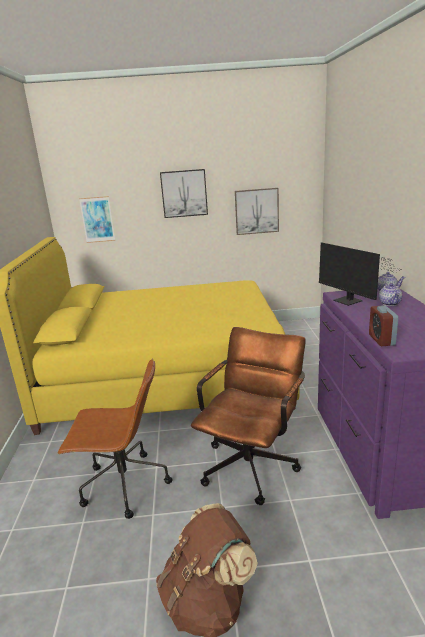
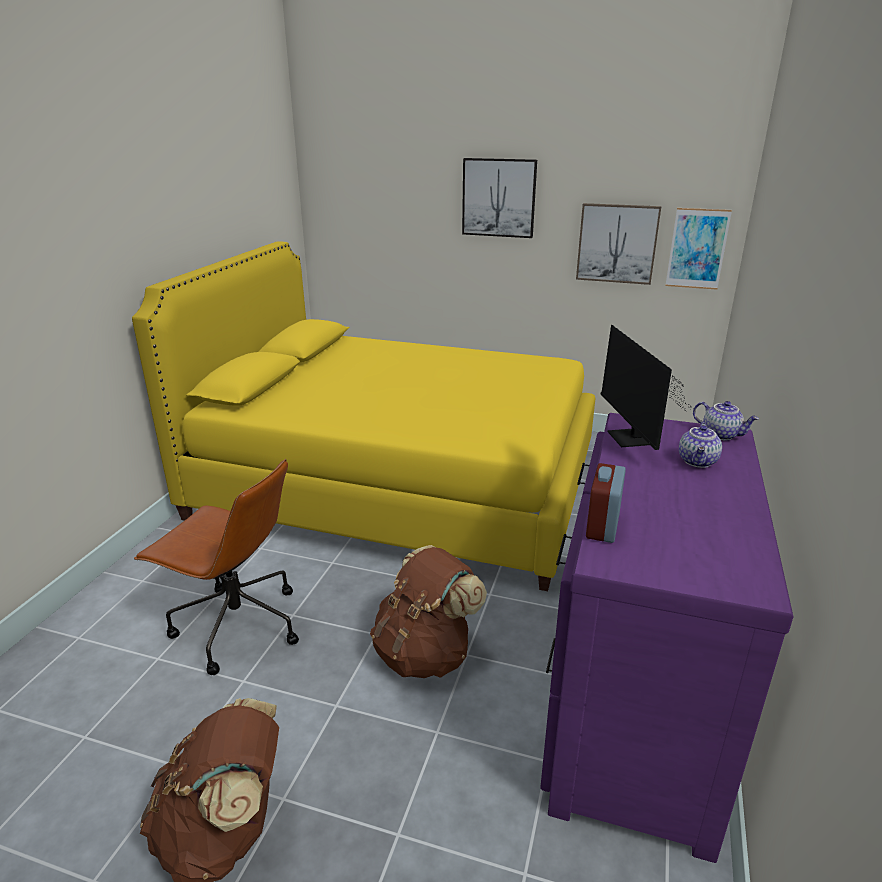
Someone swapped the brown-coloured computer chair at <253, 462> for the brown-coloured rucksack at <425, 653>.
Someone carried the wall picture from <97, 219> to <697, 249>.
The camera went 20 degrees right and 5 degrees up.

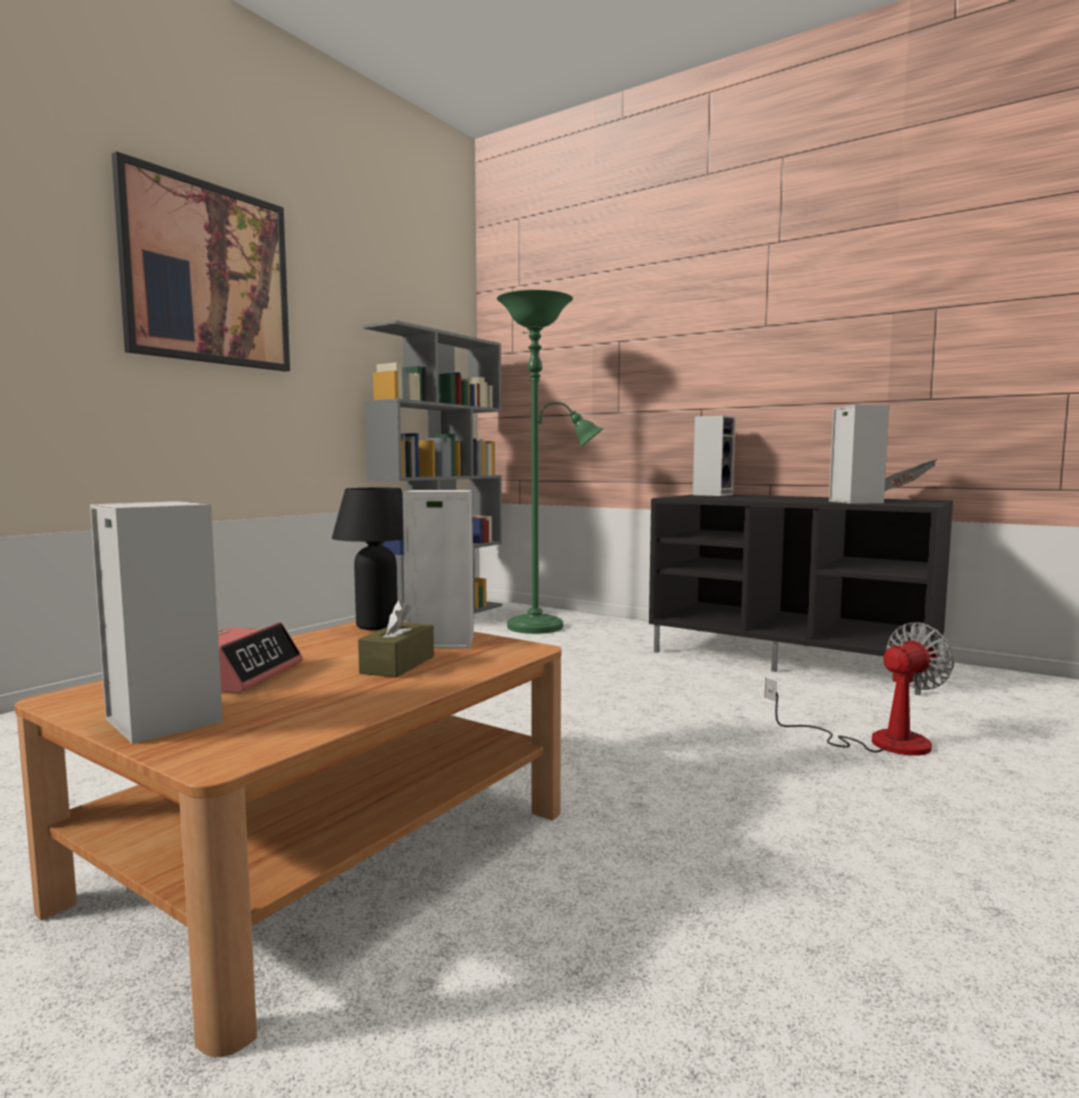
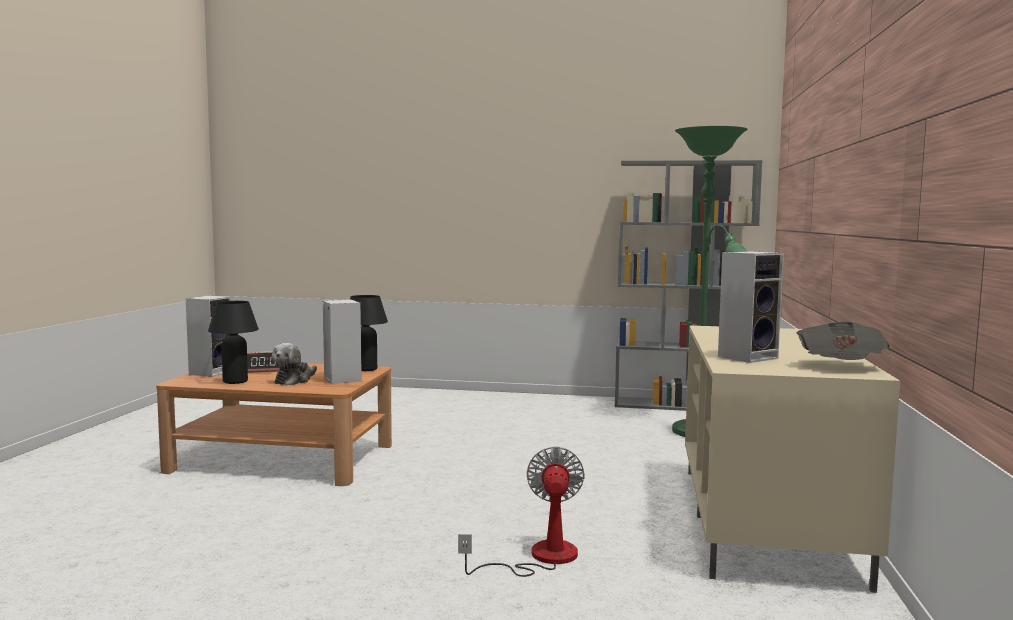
Someone put down the blackish table lamp at <235, 381>.
Someone swapped the brown-coloured tissue box at <398, 665> for the cuddly toy at <294, 380>.
Someone rotated the cooling fan at <877, 741> by 120 degrees counterclockwise.
Someone repainted the blackish tv stand at <793, 657>, which became the sand-coloured tv stand at <767, 522>.
Someone took away the wall picture at <208, 274>.
Someone took away the speaker at <712, 494>.
The camera went 65 degrees right and 0 degrees up.

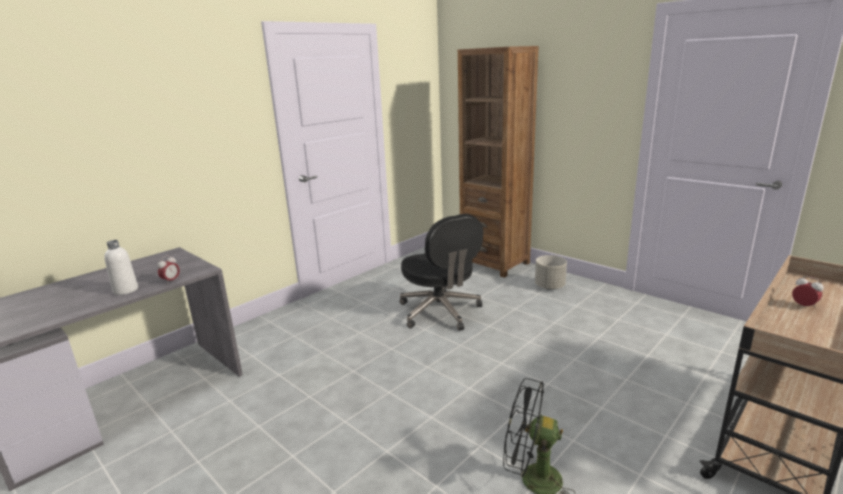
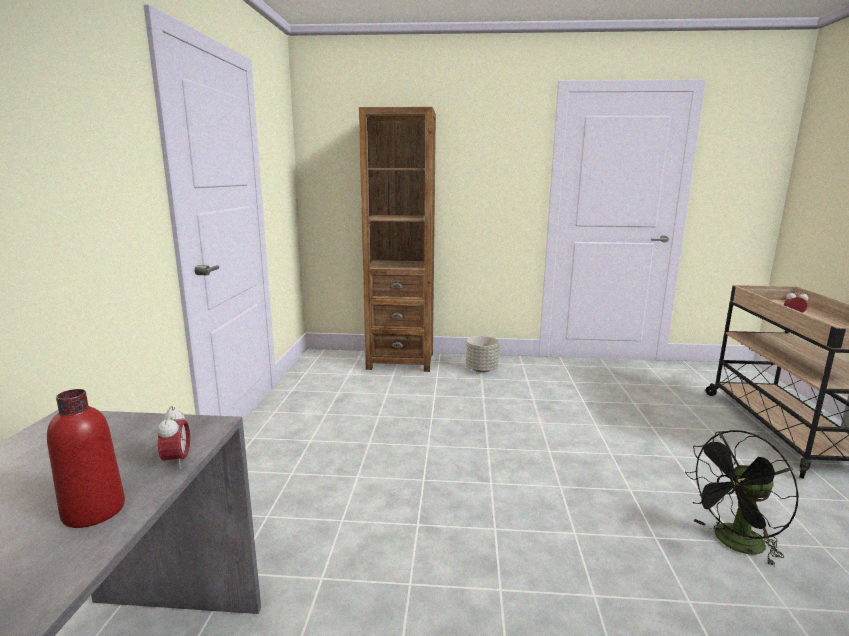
Someone repainted the white-coloured drink bottle at <125, 290>, which became the red drink bottle at <94, 511>.
Someone took away the blackish computer chair at <440, 312>.
The camera went 40 degrees left and 5 degrees down.

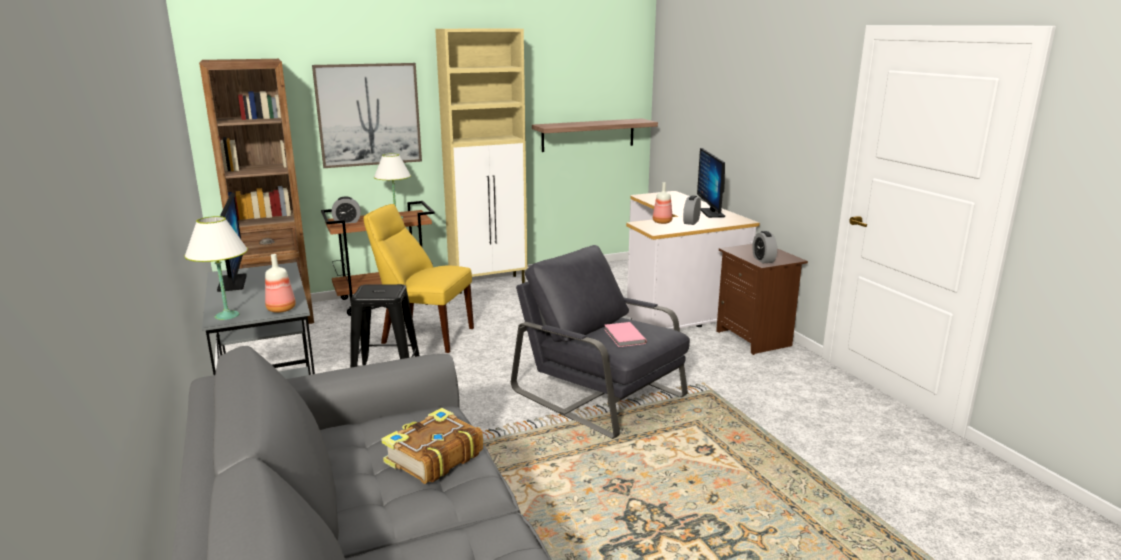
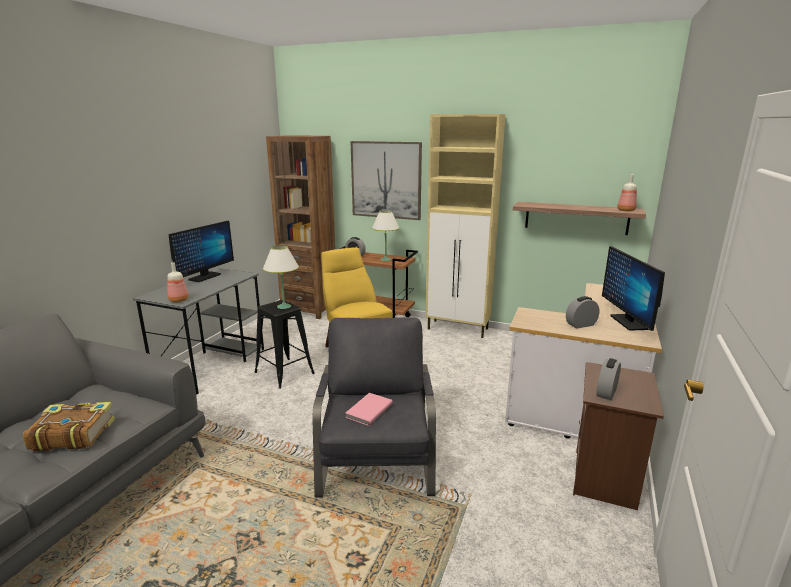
Someone carried the white-coloured table lamp from <227, 316> to <284, 306>.
Someone rotated the computer screen at <712, 213> by 45 degrees counterclockwise.
Someone carried the drink bottle from <662, 222> to <626, 210>.
The camera went 45 degrees right and 0 degrees up.

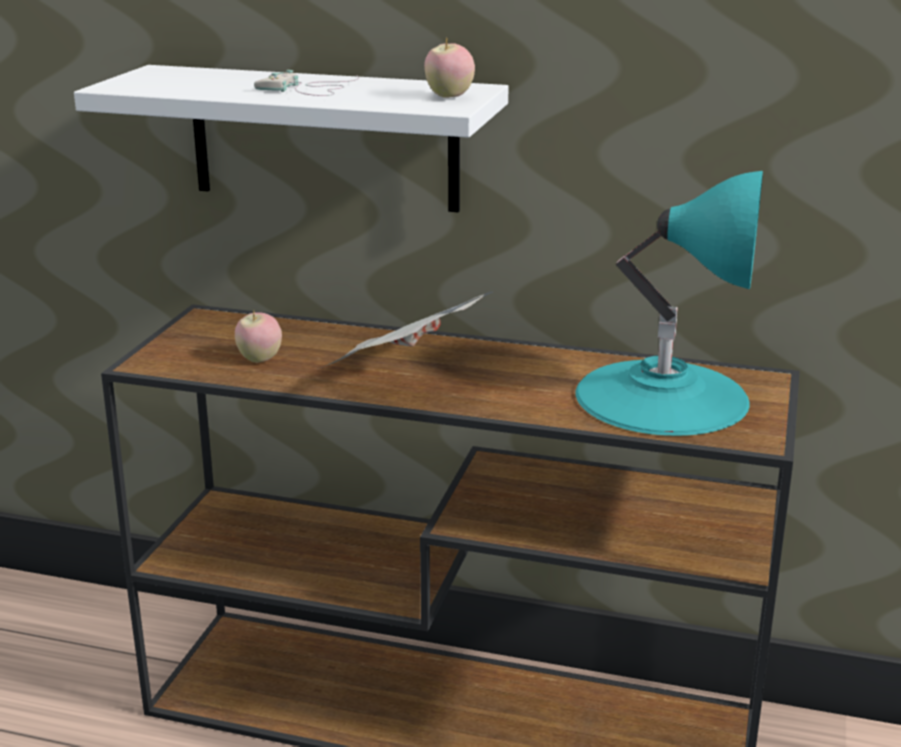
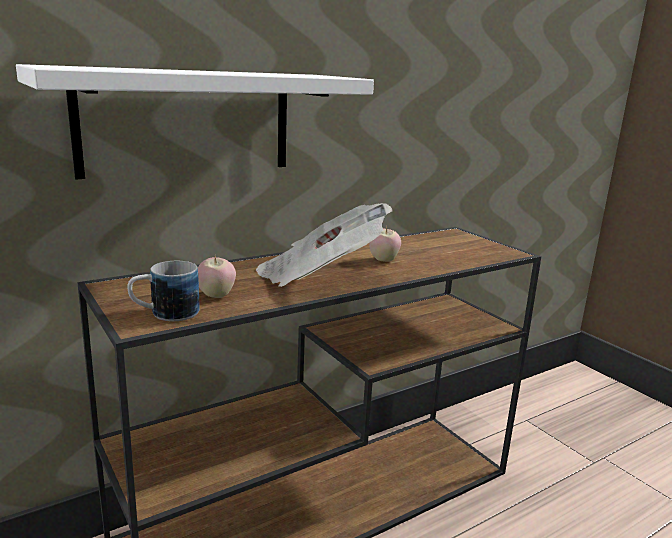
Someone put down the mug at <165, 314>.
Someone carried the apple fruit from <449, 97> to <383, 260>.
Someone took away the white-coloured gamepad at <308, 91>.
Someone took away the blue-green table lamp at <662, 396>.
The camera went 50 degrees left and 5 degrees down.

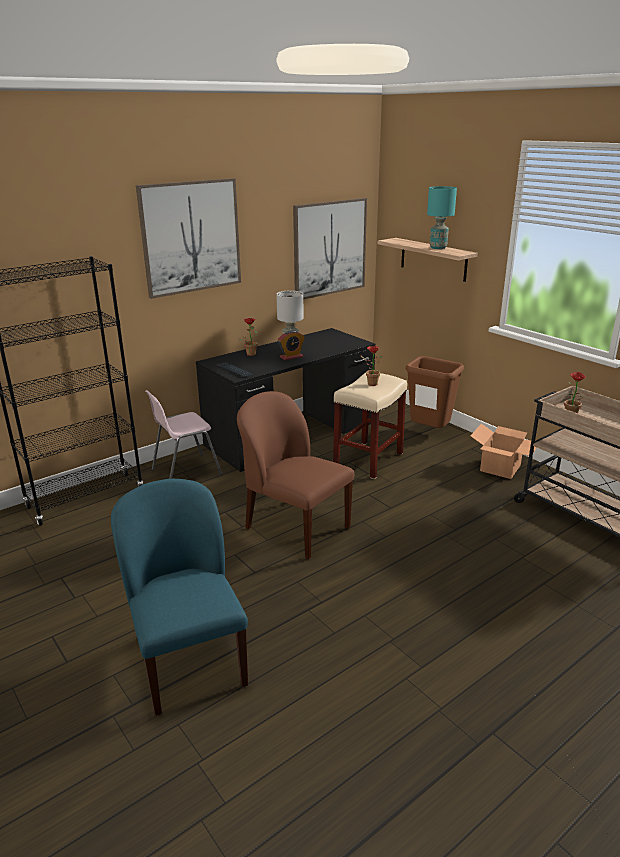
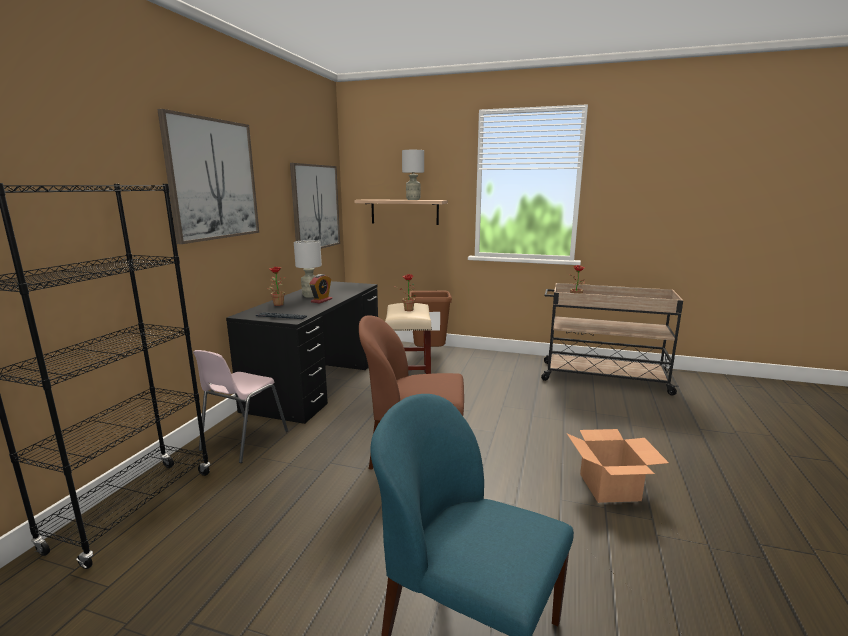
Someone repainted the blue-green table lamp at <438, 248>, which became the grey table lamp at <413, 199>.
Someone carried the cardboard box from <500, 467> to <608, 486>.
The camera went 35 degrees left and 10 degrees down.

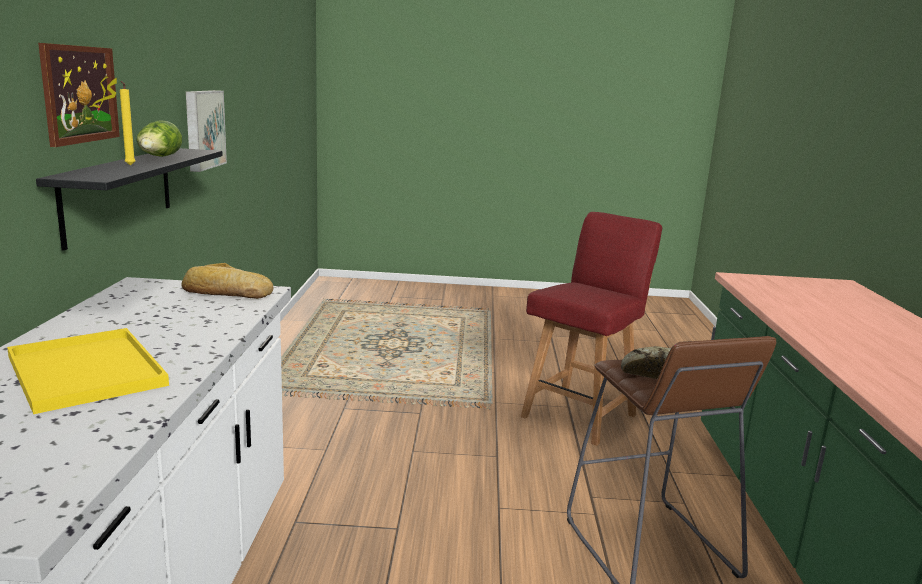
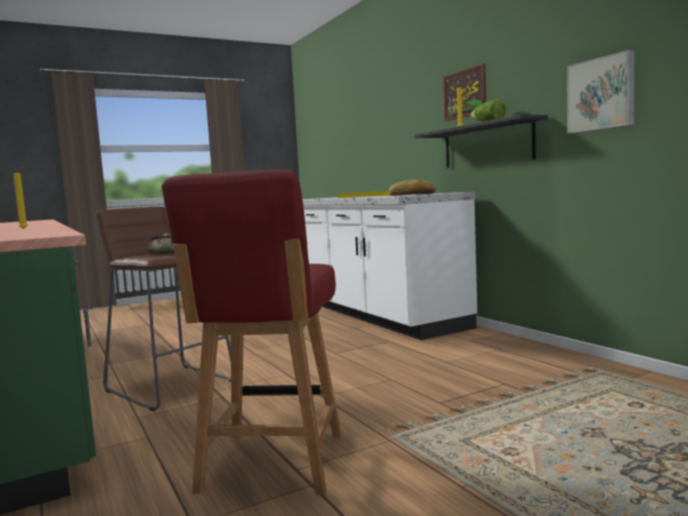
Someone put down the yellow-coloured wax candle at <25, 229>.
The camera went 150 degrees right and 10 degrees down.

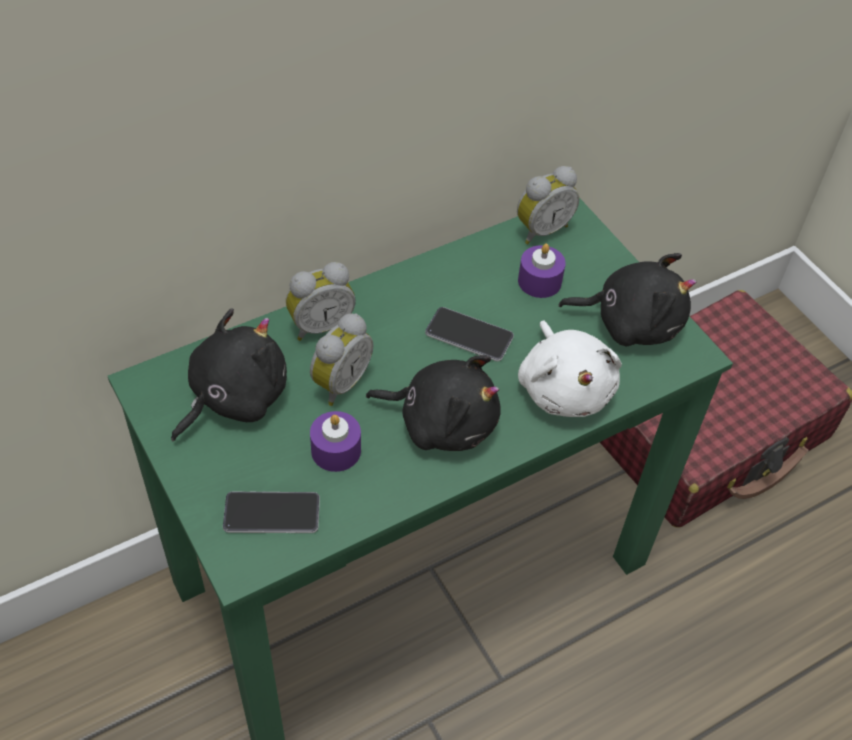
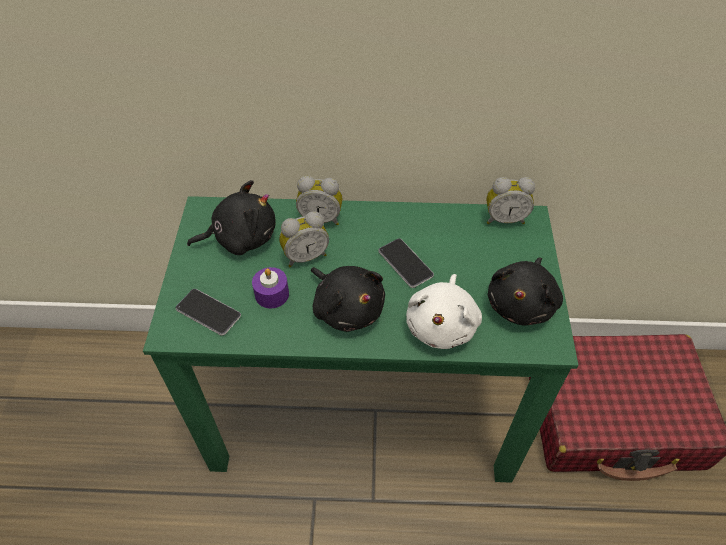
Someone rotated the blackish cuddly toy at <630, 322> by 75 degrees clockwise.
Someone took away the purple-coloured wax candle at <539, 281>.
The camera went 35 degrees right and 0 degrees up.

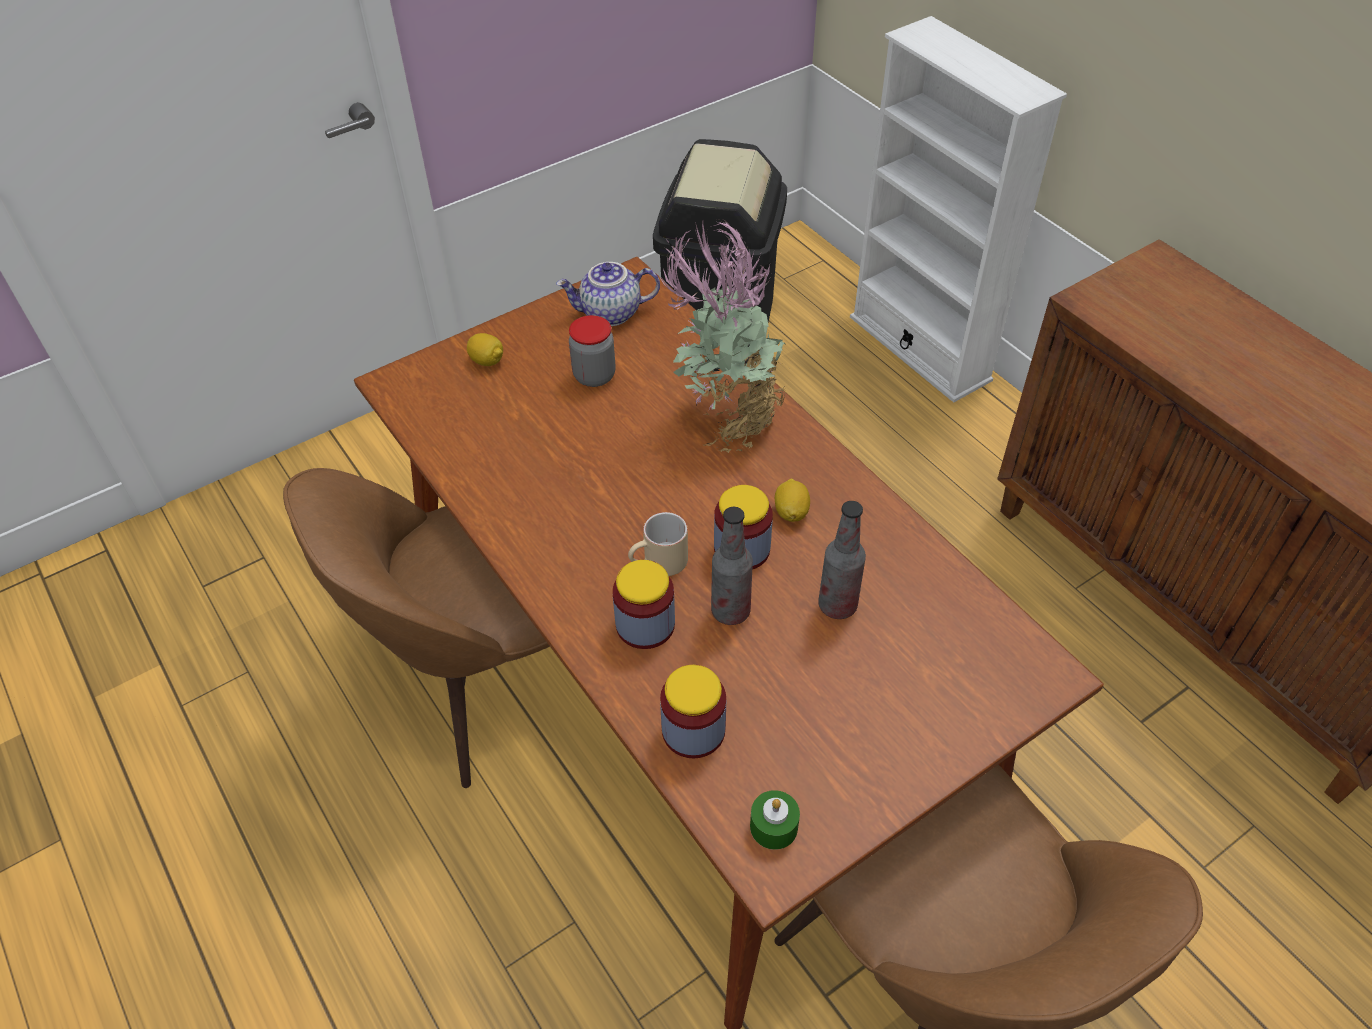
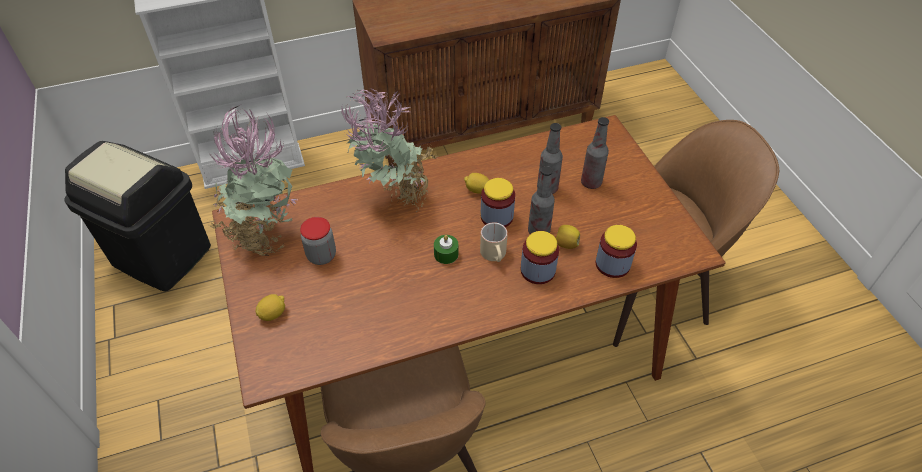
Someone swapped the tea pot at <610, 314> for the potted plant at <265, 236>.
Someone carried the green-coloured wax candle from <773, 826> to <446, 254>.
Someone put down the lemon at <566, 244>.
Someone put down the drink bottle at <591, 182>.
The camera went 75 degrees left and 0 degrees up.

